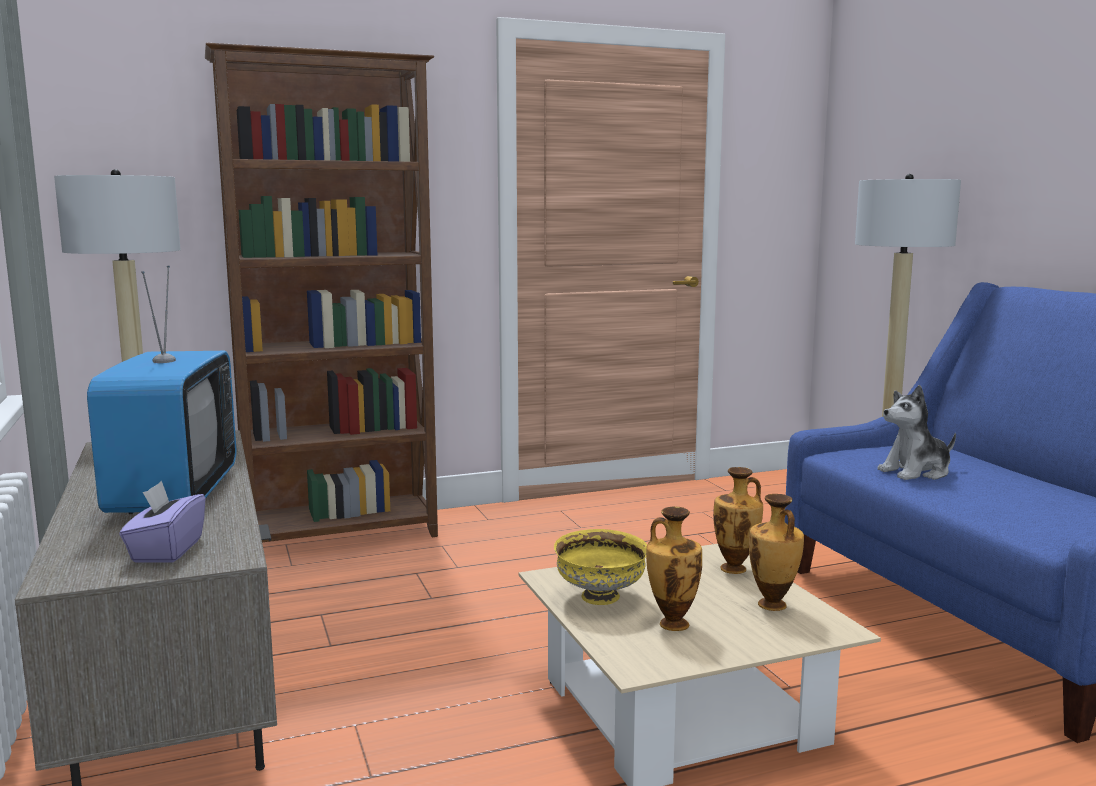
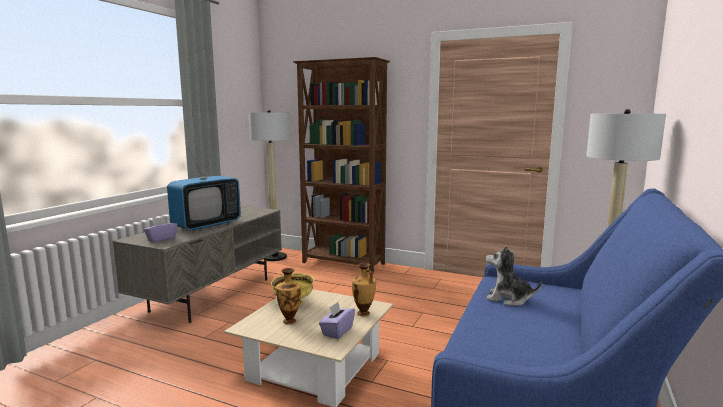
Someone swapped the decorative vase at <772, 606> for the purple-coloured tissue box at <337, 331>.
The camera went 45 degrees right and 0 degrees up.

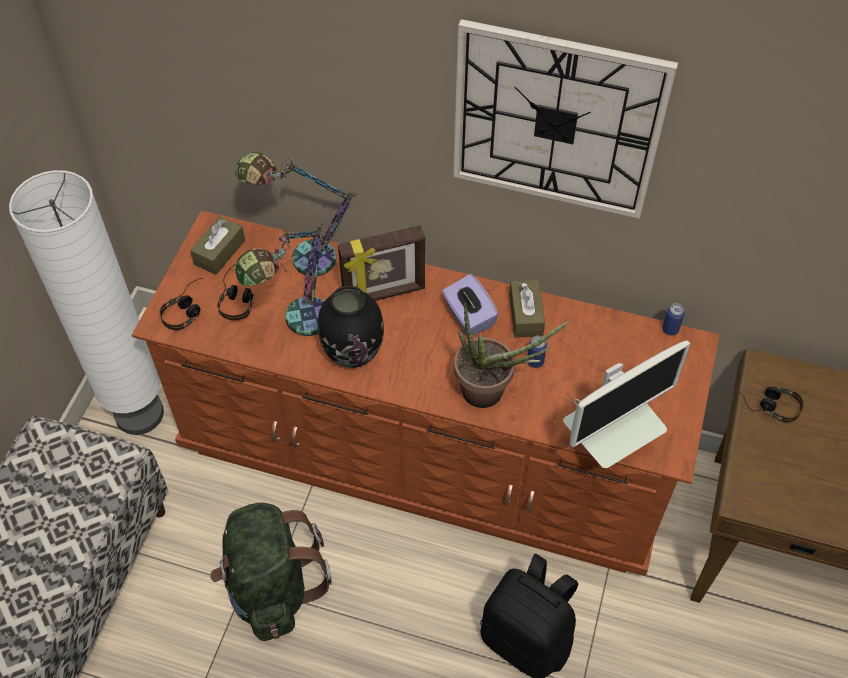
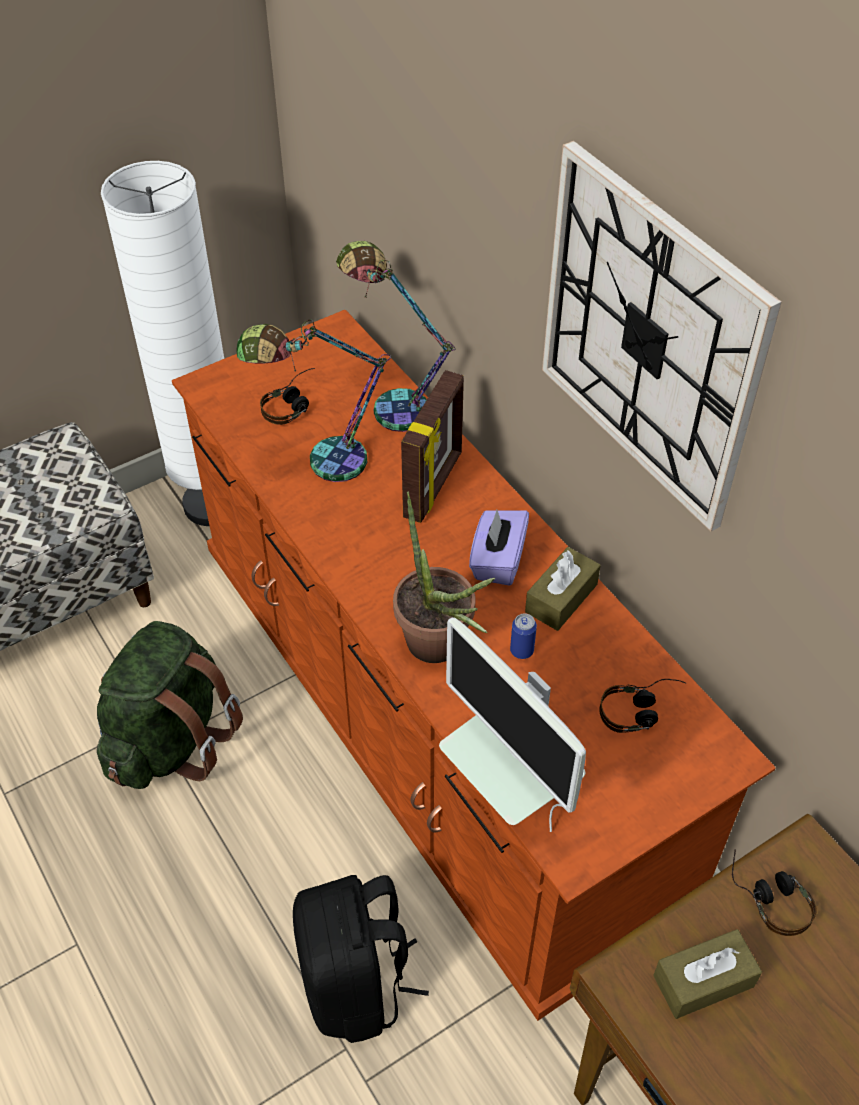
Someone rotated the photo frame at <384, 294> by 90 degrees counterclockwise.
Someone rotated the computer screen at <608, 444> by 45 degrees clockwise.
Someone carried the headphones from <188, 310> to <641, 711>.
Someone carried the brown-coloured tissue box from <219, 252> to <703, 981>.
Someone took away the blackish decorative vase at <353, 352>.
Someone took away the sealed can at <670, 329>.
The camera went 40 degrees right and 5 degrees down.

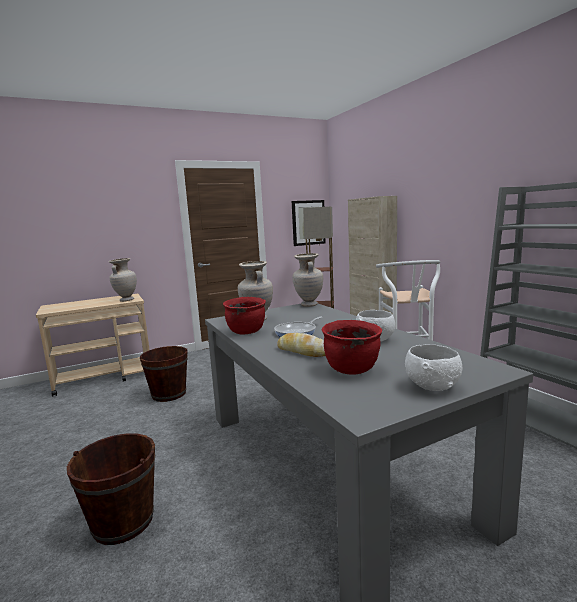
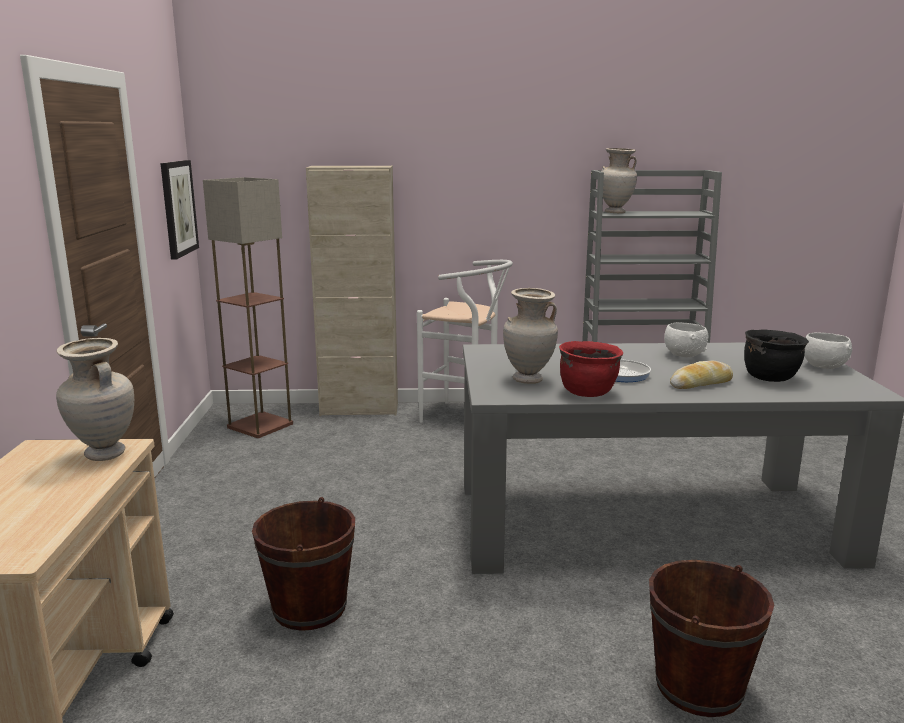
Someone carried the sand-coloured decorative vase from <308, 305> to <615, 212>.
Someone repainted the red saucepot at <352, 369>, which became the blackish saucepot at <770, 377>.
The camera went 65 degrees left and 5 degrees up.

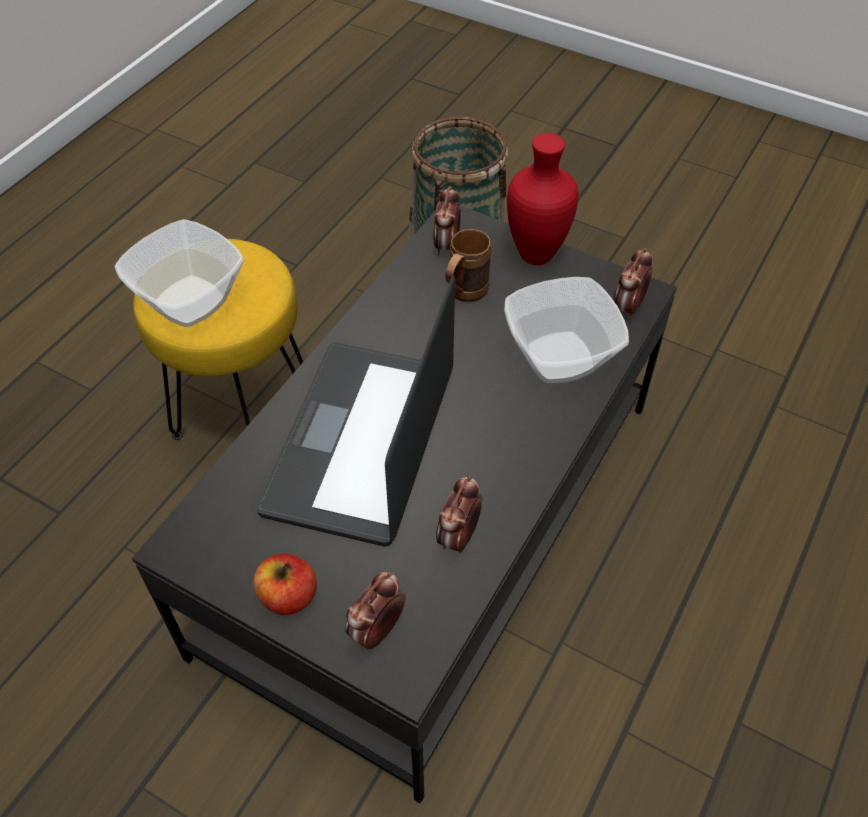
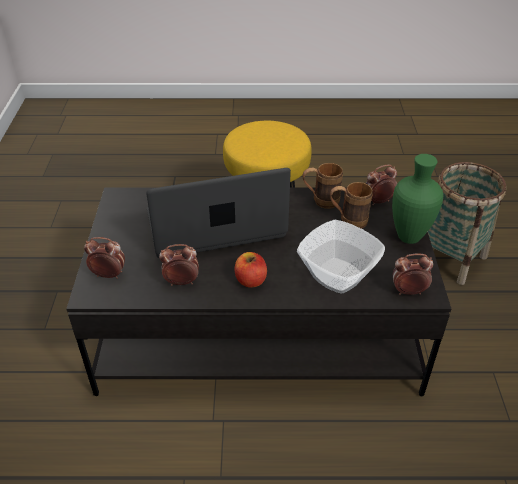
Someone carried the apple fruit from <288, 596> to <250, 280>.
Someone put down the brown-coloured mug at <320, 201>.
Someone repainted the red decorative vase at <537, 254>, which became the green-coloured decorative vase at <410, 237>.
Someone took away the serving bowl at <190, 300>.
The camera went 60 degrees right and 10 degrees down.

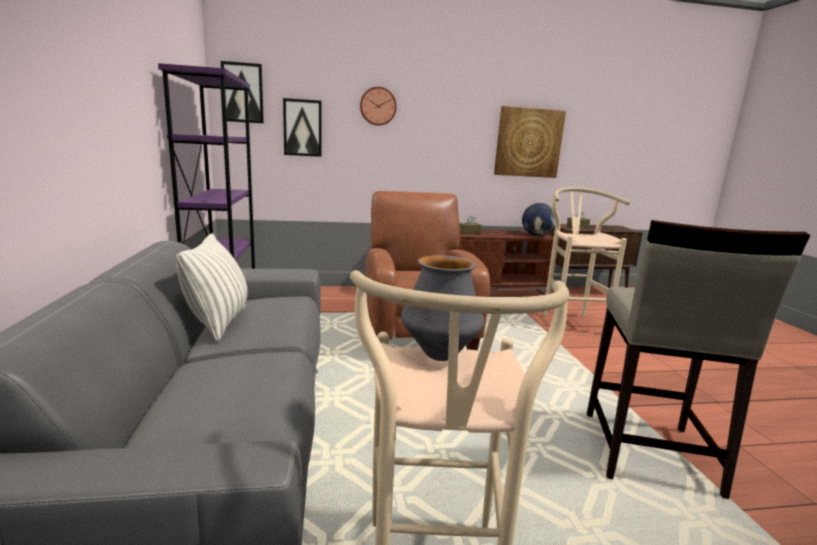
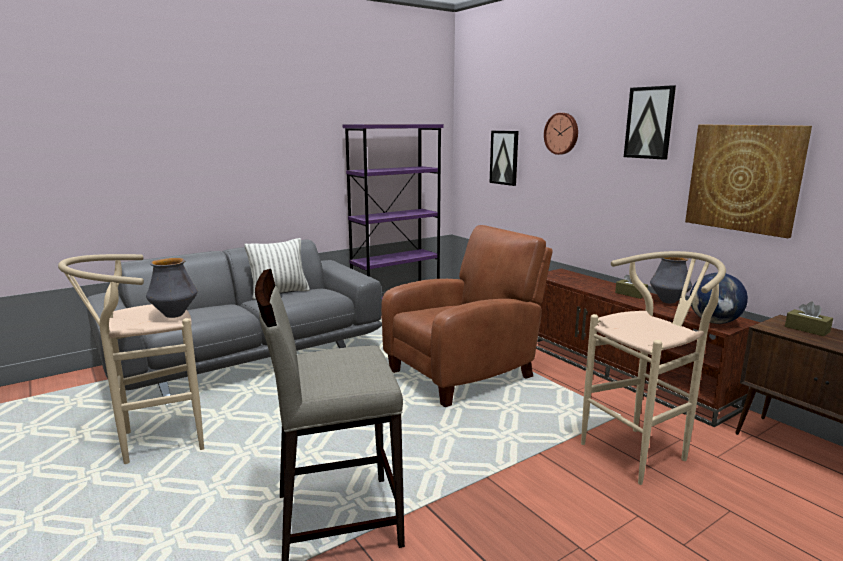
Someone carried the wall picture from <243, 93> to <649, 123>.
Someone put down the decorative vase at <668, 301>.
The camera went 65 degrees right and 0 degrees up.

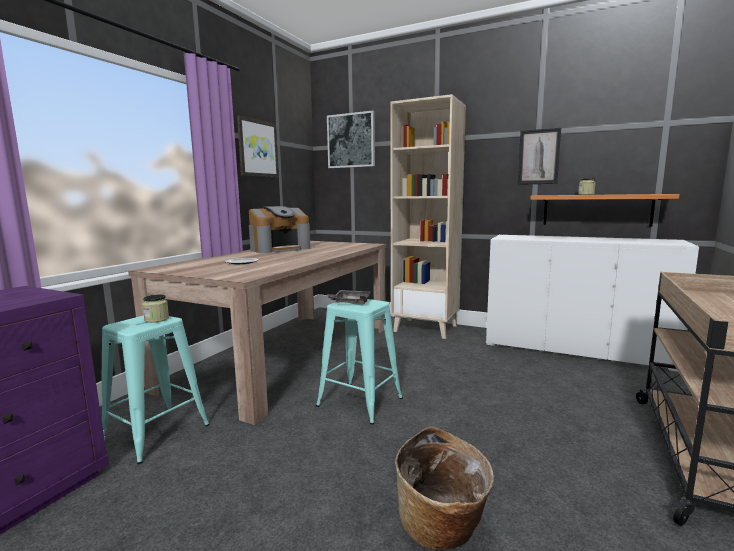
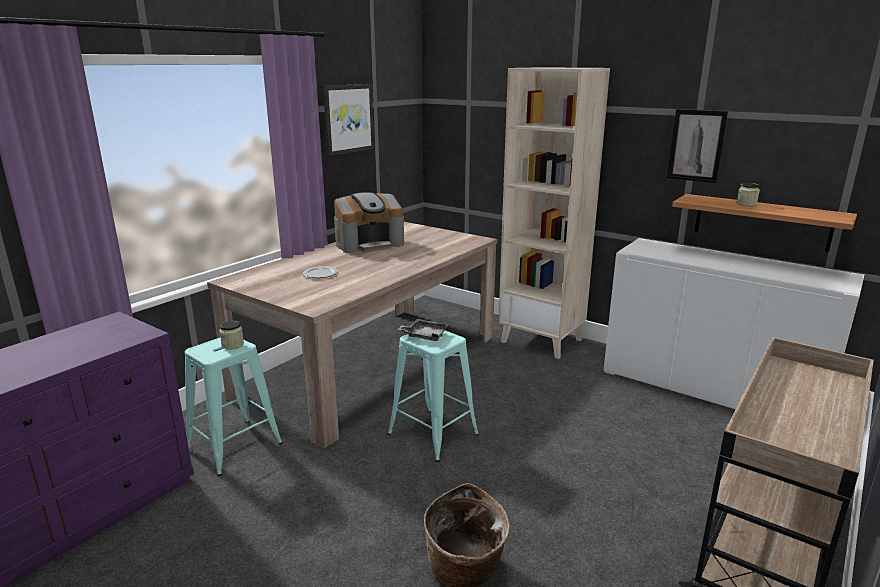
Someone took away the wall picture at <351, 140>.
The camera went 10 degrees right and 10 degrees up.

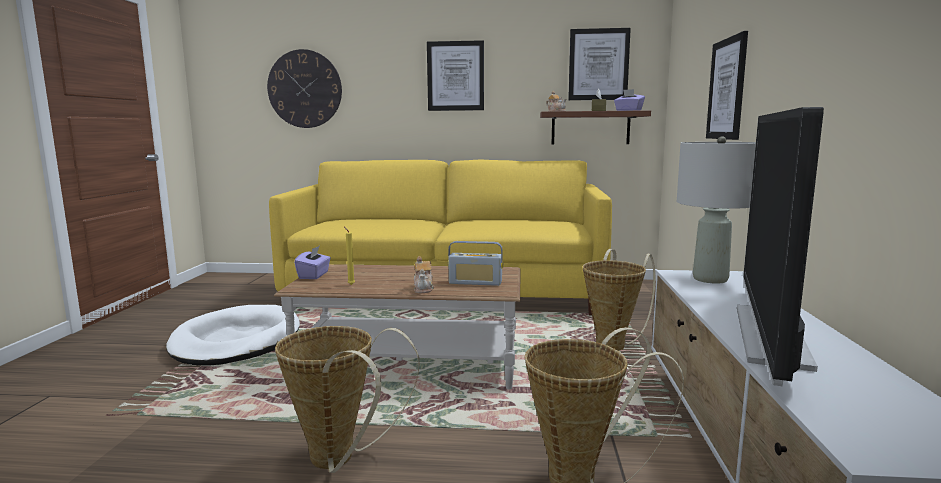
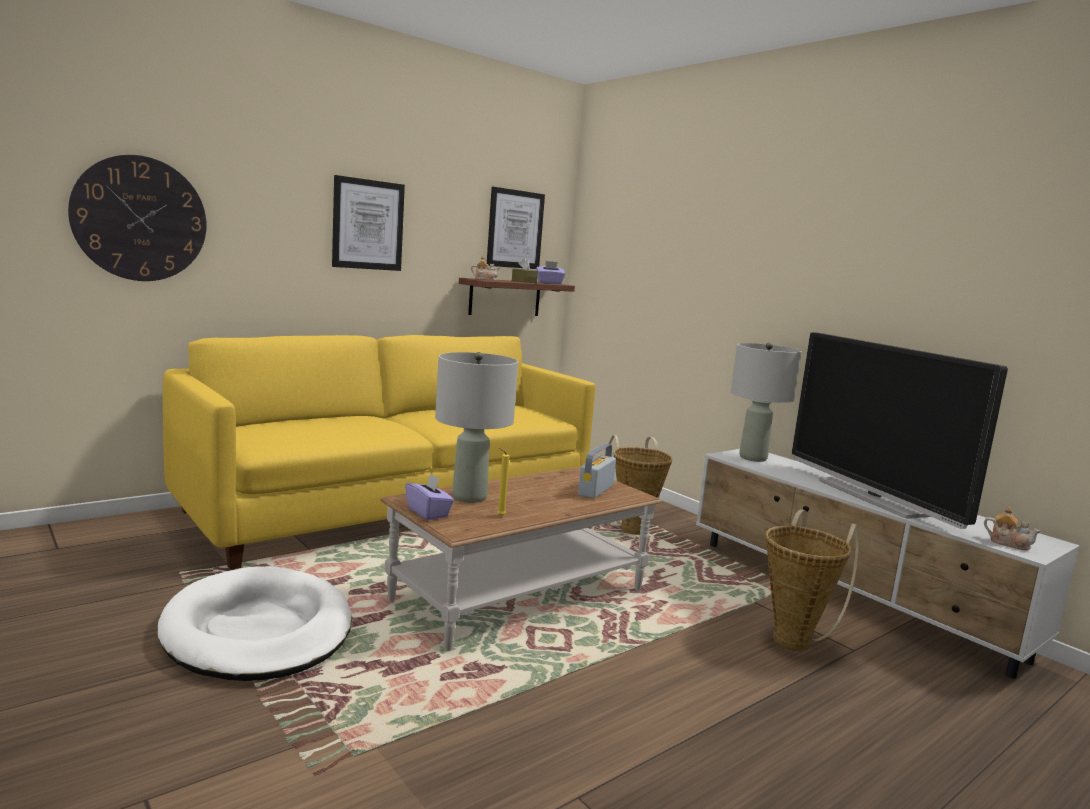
Someone put down the grey table lamp at <468, 497>.
Someone rotated the radio receiver at <475, 282> by 150 degrees clockwise.
Someone carried the tea pot from <423, 288> to <1008, 543>.
Someone took away the basket at <340, 461>.
Someone took away the wall picture at <727, 89>.
The camera went 45 degrees left and 0 degrees up.

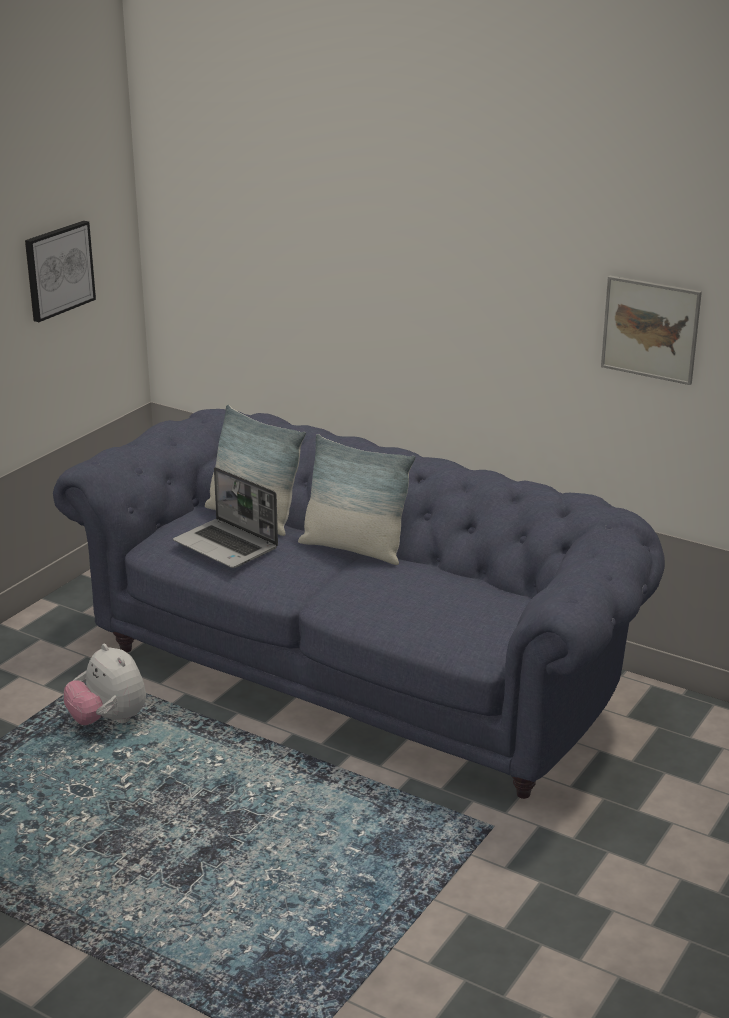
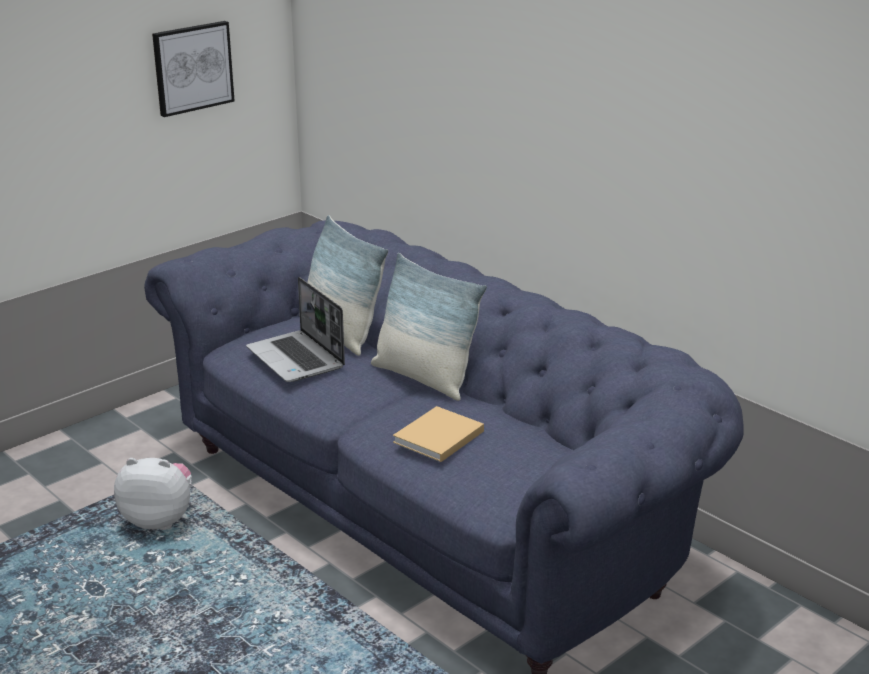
Someone rotated the cuddly toy at <108, 720> by 120 degrees clockwise.
Someone put down the sand-coloured book at <437, 438>.
Someone took away the wall picture at <650, 329>.
The camera went 15 degrees right and 0 degrees up.

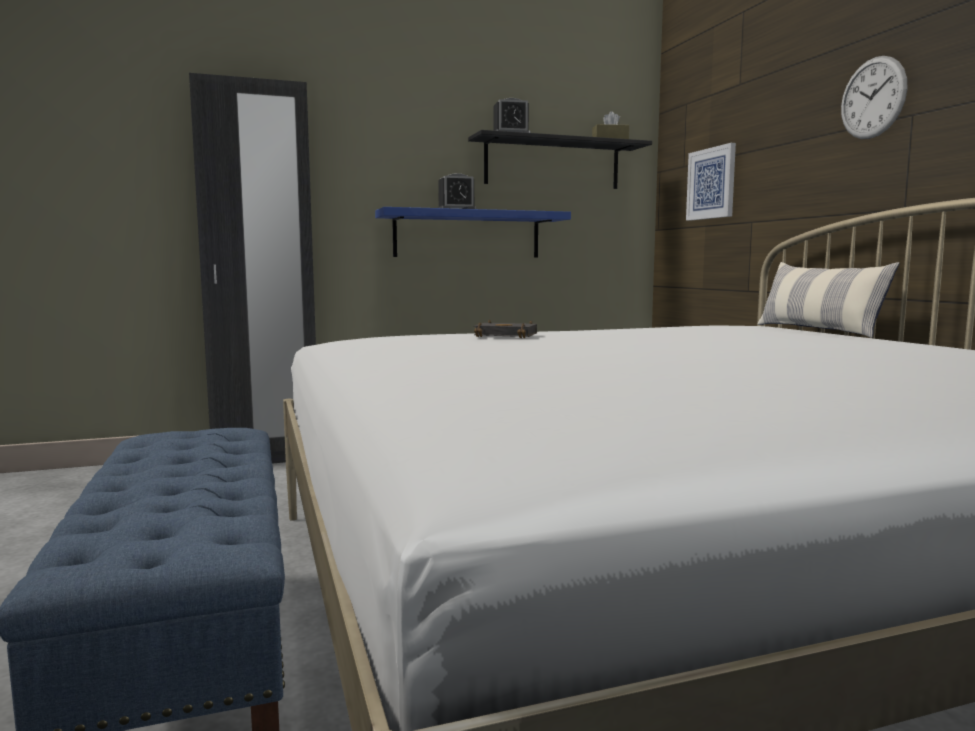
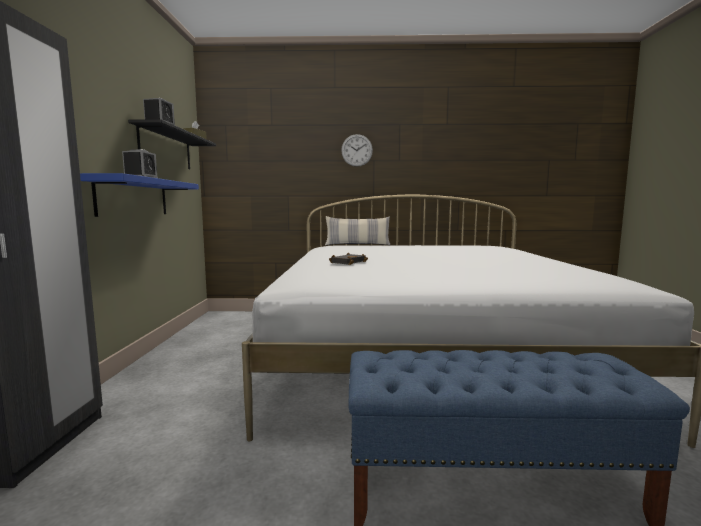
Someone took away the wall picture at <711, 183>.
The camera went 70 degrees left and 0 degrees up.

